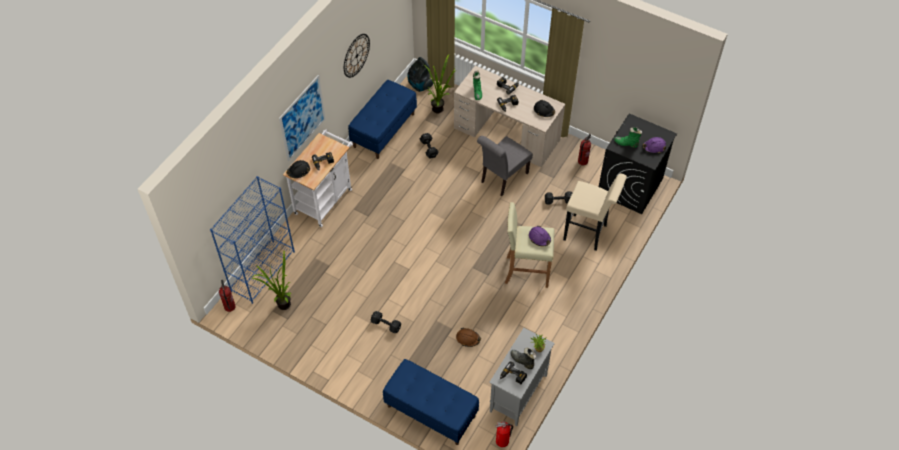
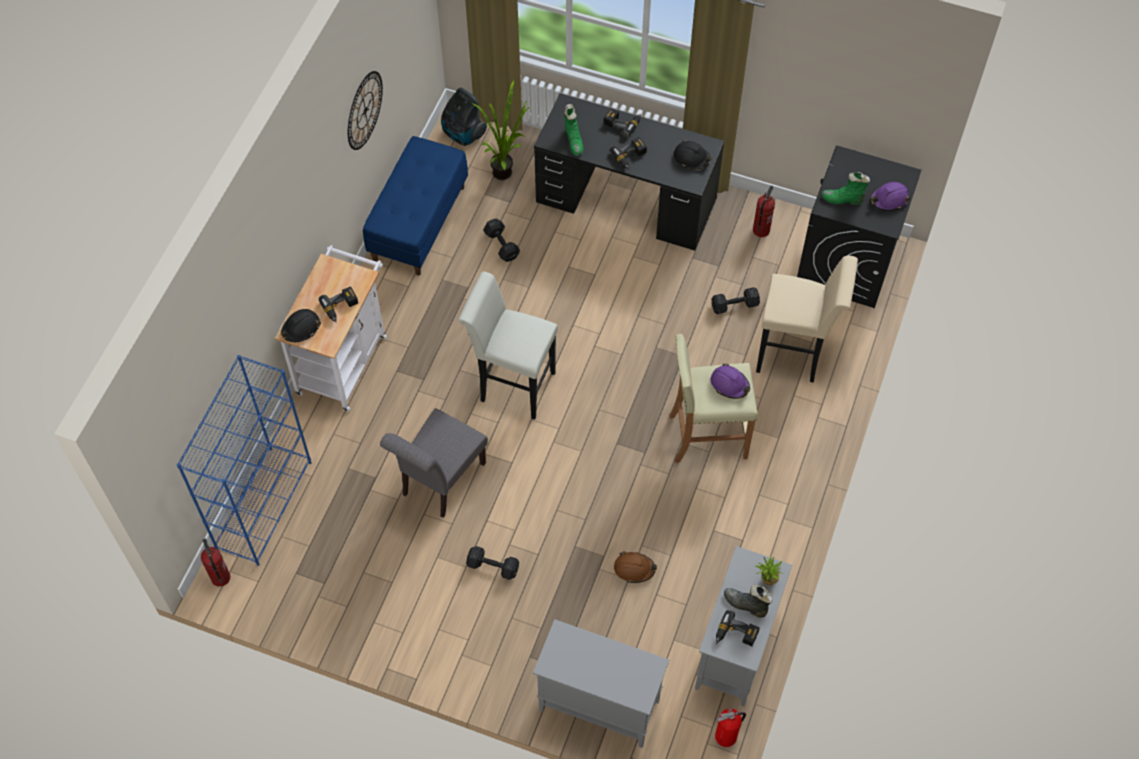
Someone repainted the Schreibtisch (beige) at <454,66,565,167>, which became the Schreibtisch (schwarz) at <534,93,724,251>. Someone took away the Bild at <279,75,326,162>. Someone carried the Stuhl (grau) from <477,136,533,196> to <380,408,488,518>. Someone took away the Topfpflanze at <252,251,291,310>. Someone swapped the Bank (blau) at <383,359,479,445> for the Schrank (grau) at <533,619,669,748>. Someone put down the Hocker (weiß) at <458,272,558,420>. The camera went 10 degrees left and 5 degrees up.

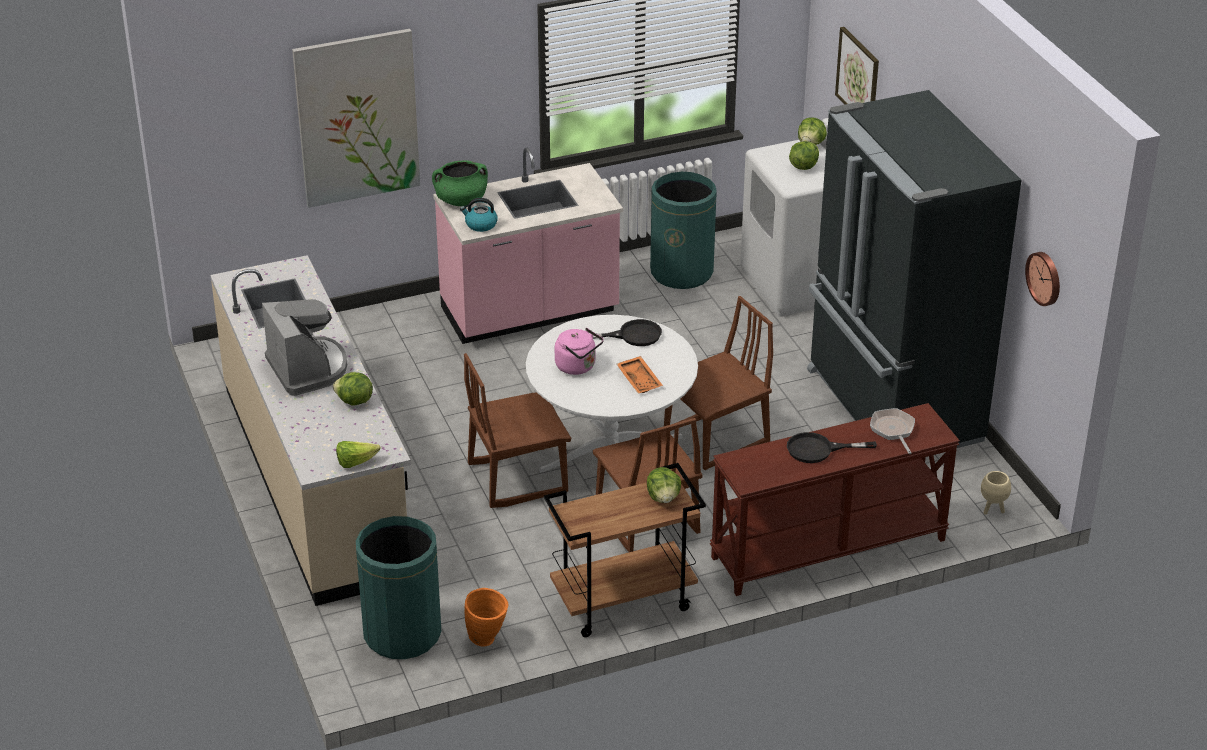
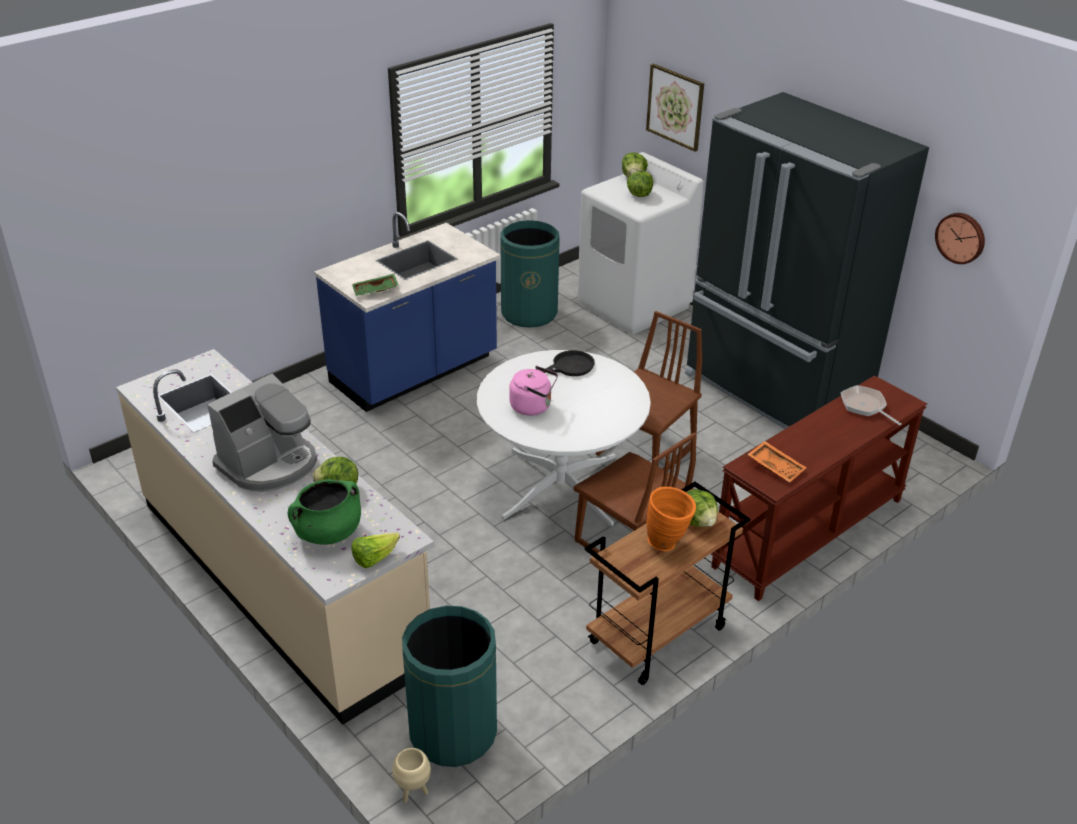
Someone took away the Bild at <292,29,420,208>. Someone repainted the Küchenzeile (rosa) at <433,148,623,344>, which became the Küchenzeile (blau) at <314,212,500,412>. Someone carried the Kochtopf (grün) from <432,160,488,206> to <288,479,361,544>. Someone swapped the Wasserkessel at <460,198,498,232> for the Tablett (grün) at <352,274,399,296>. Someone rotated the Kaffeemaschine at <262,299,347,396> by 90 degrees clockwise. Someone took away the Stuhl (braun) at <464,353,571,508>. Someone carried the Tablett (orange) from <617,356,663,394> to <747,441,807,482>. Someone took away the Pfanne (schwarz) at <787,432,877,463>. Someone carried the Pflanzkübel (beige) from <981,471,1011,515> to <392,748,431,803>. Someone carried the Vase (orange) from <465,588,508,647> to <646,487,696,551>. The camera went 20 degrees left and 0 degrees up.

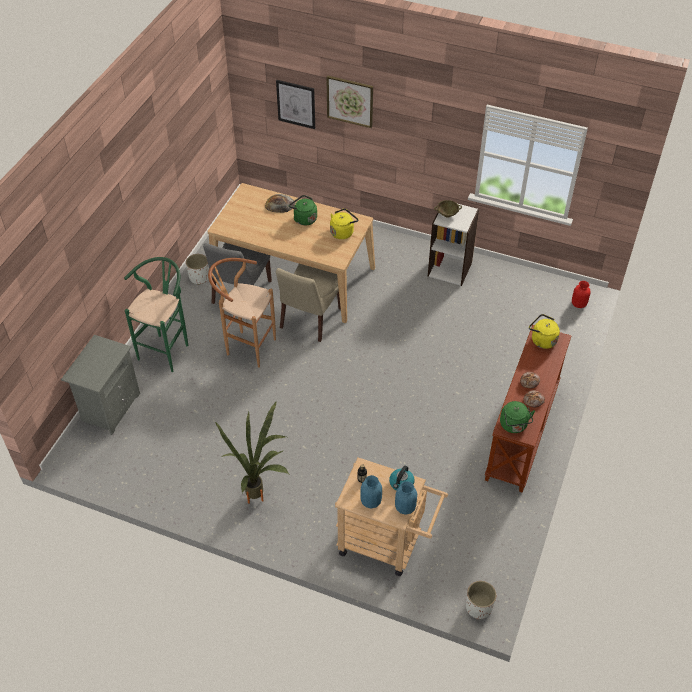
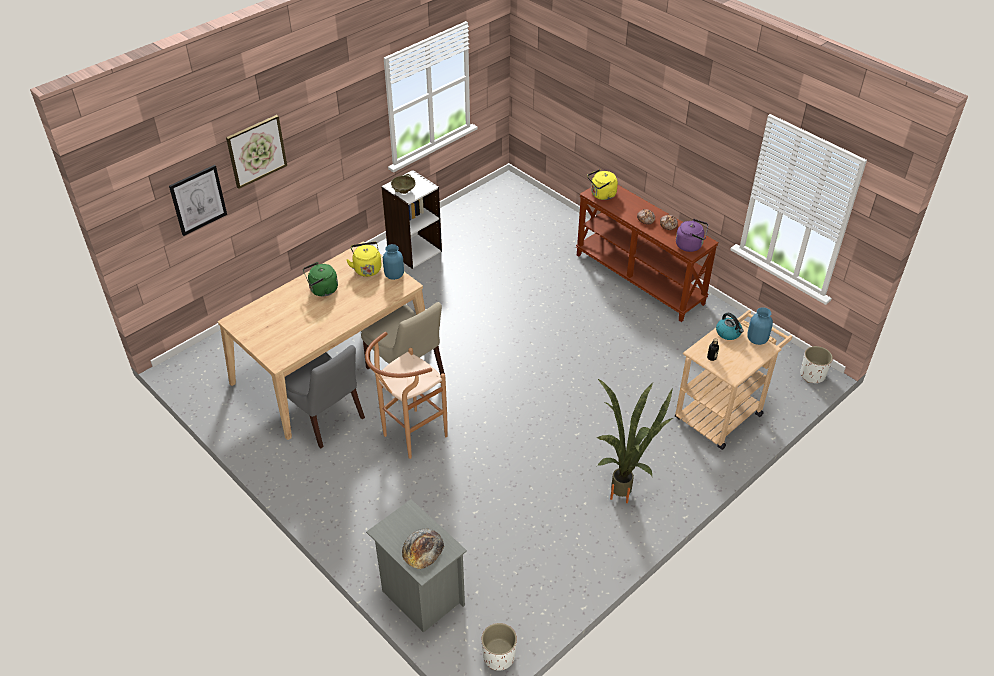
Someone carried the Brot from <265,194,295,213> to <402,528,444,569>. Someone carried the Pflanzkübel (weiß) from <186,254,209,285> to <481,623,517,670>. Someone took away the Hocker (grün) at <124,257,188,372>. Someone took away the Vase (rot) at <572,281,591,308>. Someone repainted the Wasserkessel (grün) at <500,401,535,433>, which became the Wasserkessel (lila) at <676,219,708,252>. Someone carried the Vase (blau) from <360,475,382,508> to <383,244,404,280>. The camera went 65 degrees left and 5 degrees down.

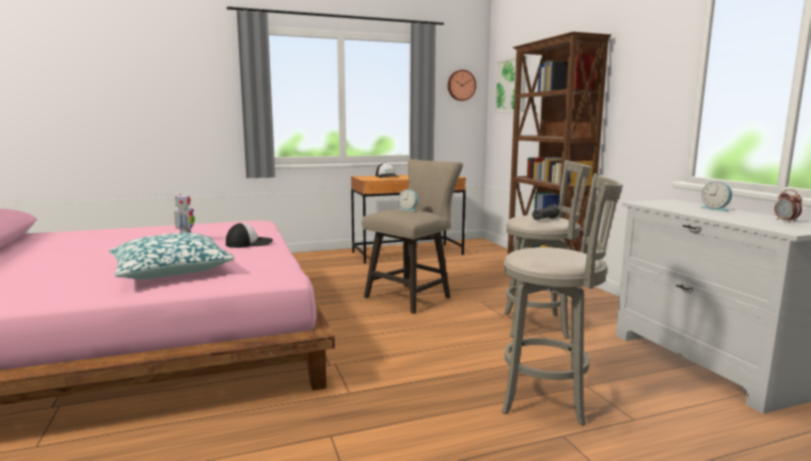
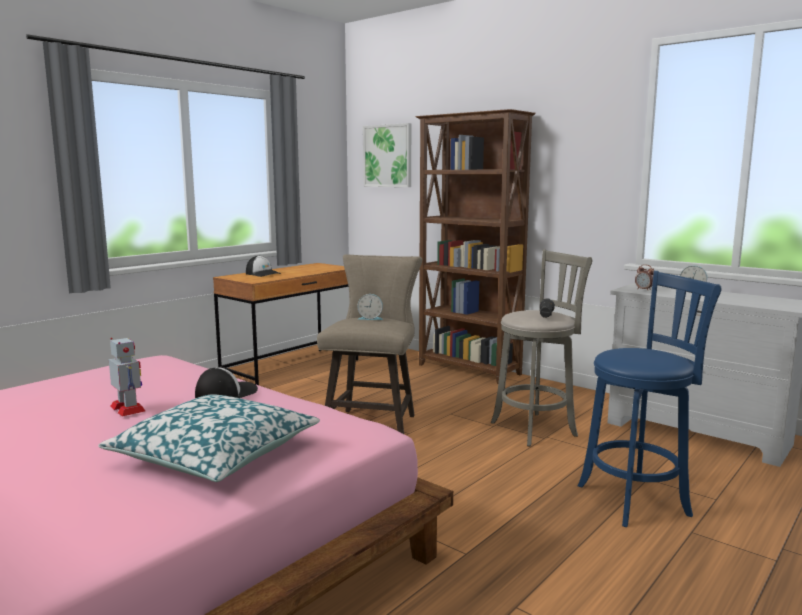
Someone took away the Wanduhr at <448,70,476,101>. Someone repainted the Hocker (grau) at <502,173,623,425>, which became the Hocker (blau) at <578,271,721,527>. Someone carried the Wecker from <774,189,802,223> to <635,264,654,291>. The camera went 30 degrees left and 0 degrees up.

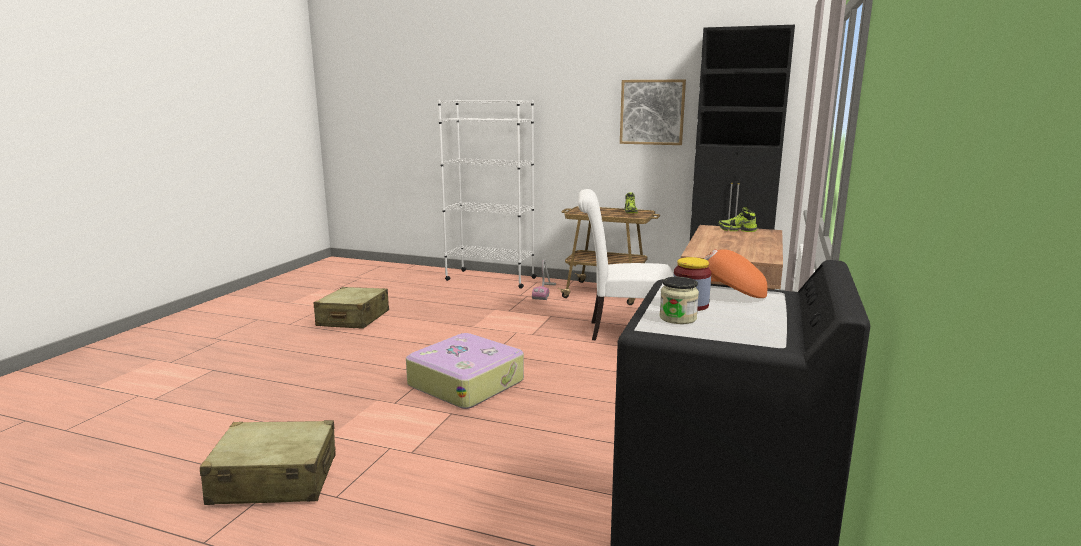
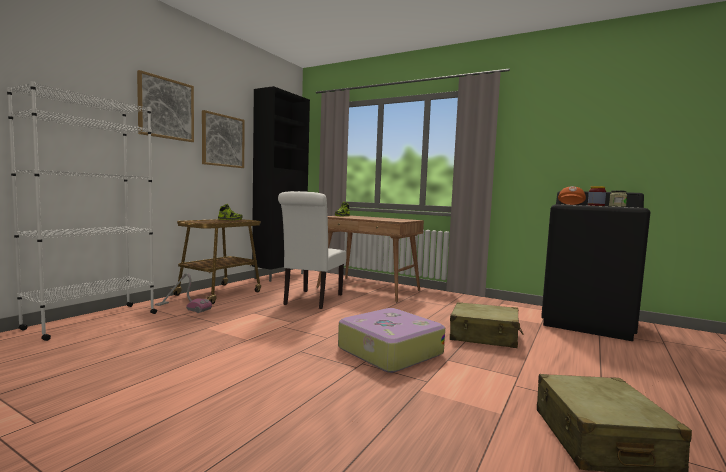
Someone carried the Koffer (beige) from <313,287,389,328> to <450,302,524,348>. Someone put up the Bild at <137,70,194,142>. The camera went 80 degrees left and 10 degrees down.

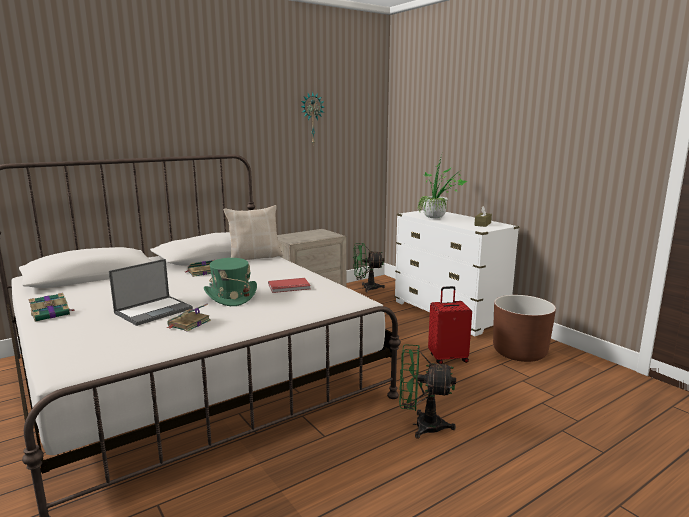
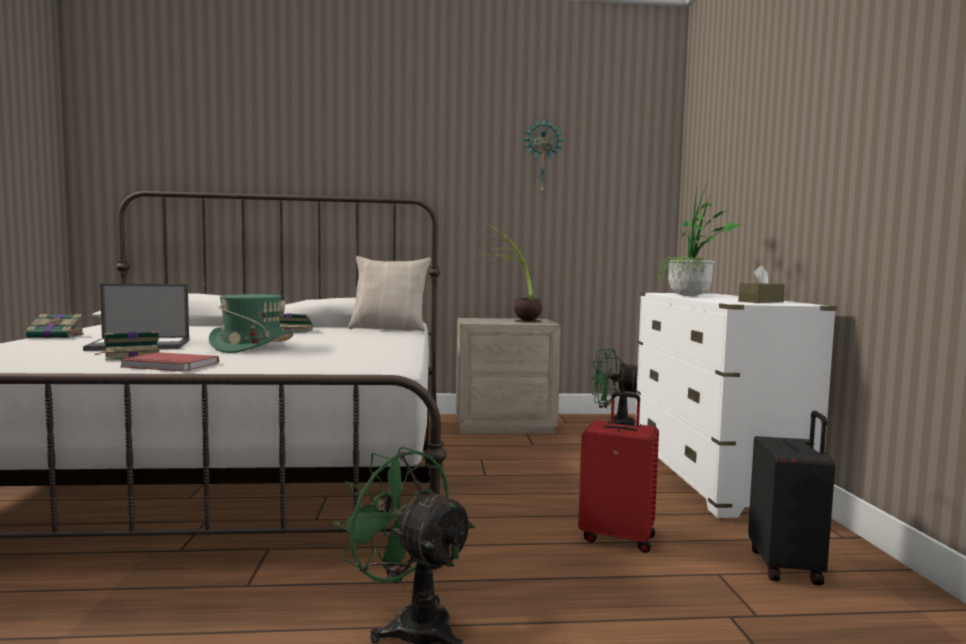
Someone carried the Buch (rot) from <268,278,311,293> to <120,352,219,372>. Someone swapped the Pflanzkübel (braun) at <493,295,556,362> for the Koffer (schwarz) at <748,411,835,586>. Someone put down the Topfpflanze at <477,223,542,323>. The camera went 30 degrees right and 10 degrees down.

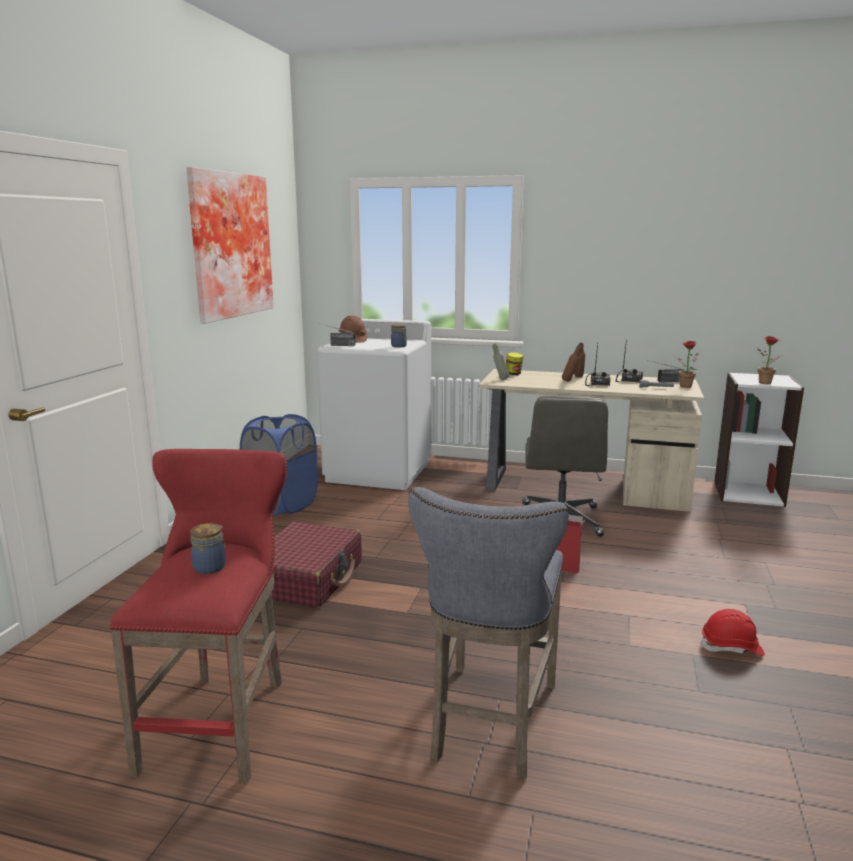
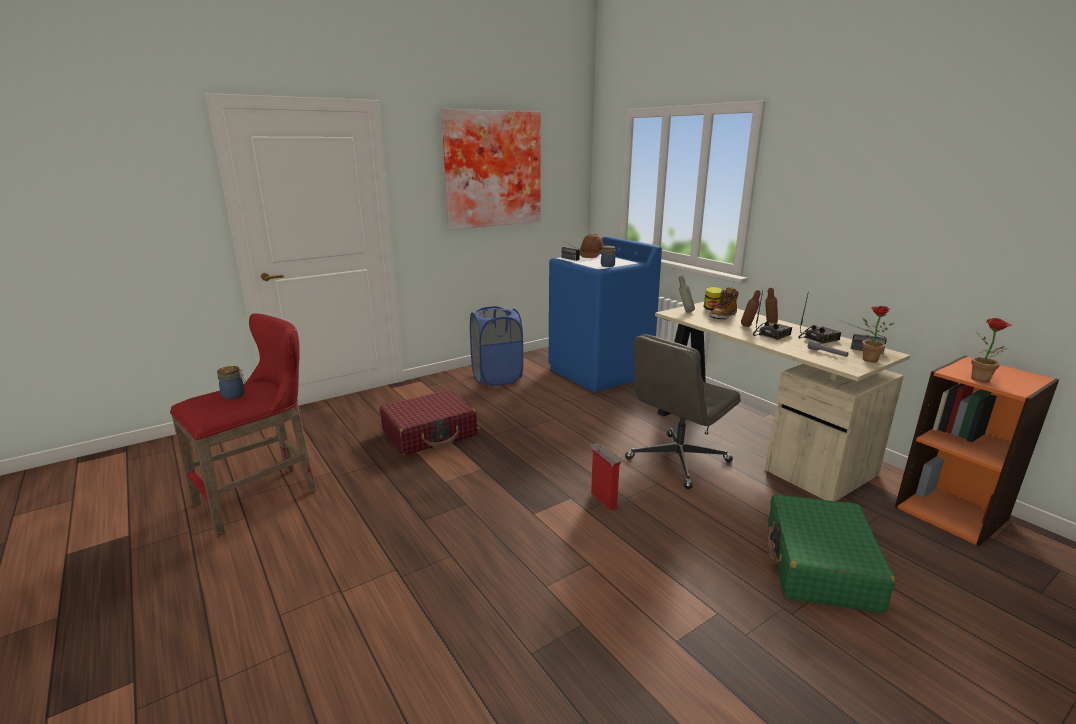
Someone repainted the Waschmaschine (weiß) at <317,319,431,490>, which became the Waschmaschine (blau) at <549,236,662,392>. Someone repainted the Bücherregal (weiß) at <714,372,804,507>, which became the Bücherregal (orange) at <895,356,1059,546>. Someone took away the Hocker (grau) at <408,487,569,779>. Someone took away the Schutzhelm (rot) at <701,609,765,656>. Someone put down the Stiefel at <709,287,739,319>. Someone put down the Koffer (grün) at <768,494,895,613>. The camera went 40 degrees right and 5 degrees up.

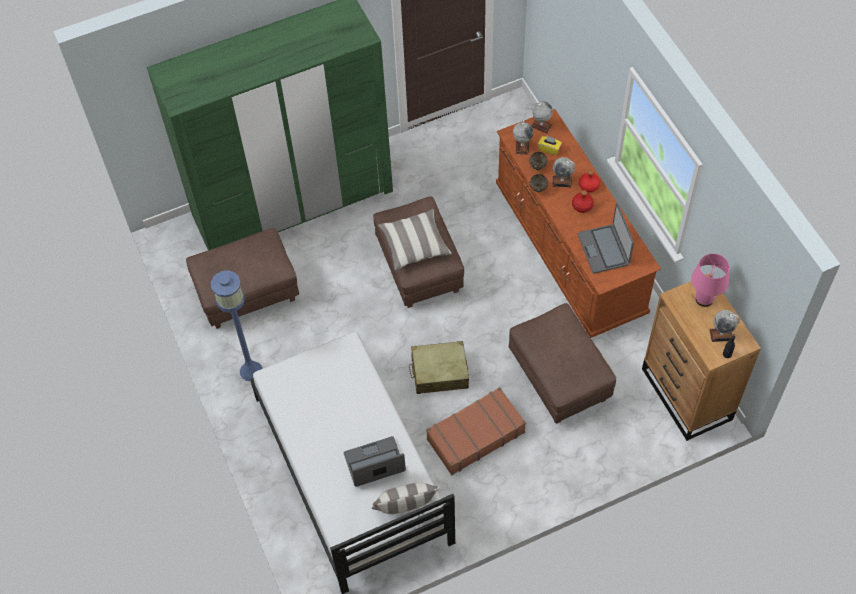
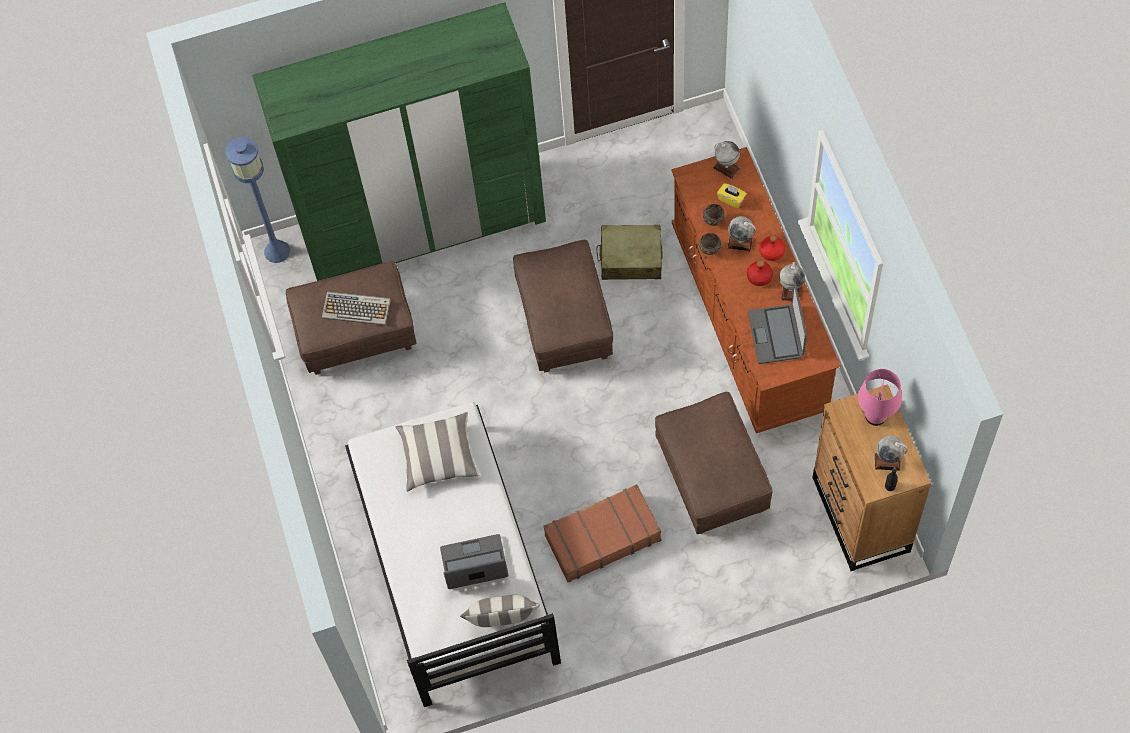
Someone carried the Globus from <513,120,533,154> to <779,262,805,301>. Someone carried the Kissen from <378,209,452,271> to <395,412,480,491>. Someone carried the Stehlampe (blau) from <211,270,263,381> to <225,137,290,263>. Someone carried the Koffer (beige) from <409,341,469,394> to <596,225,663,280>. Someone put down the Tastatur at <322,292,391,326>. The camera went 10 degrees right and 5 degrees up.

